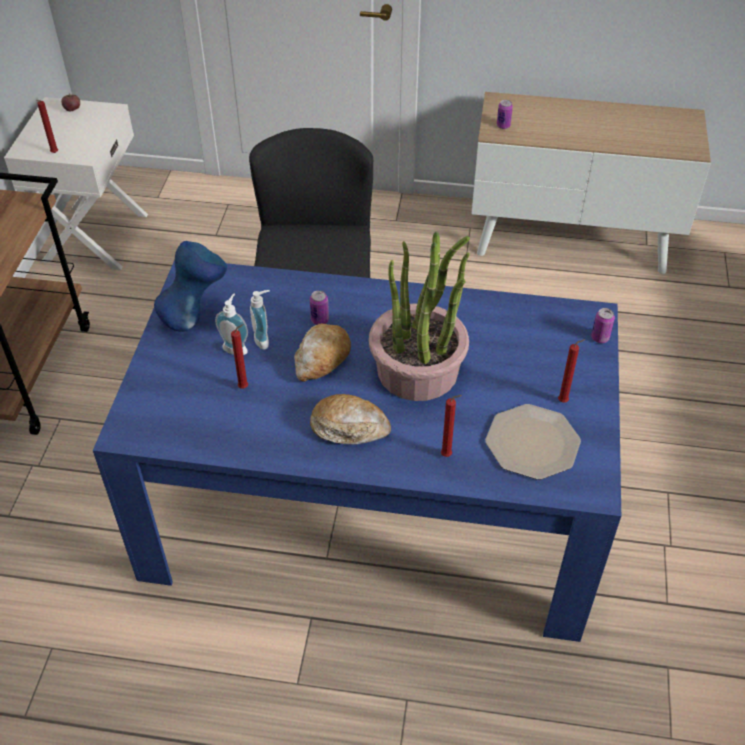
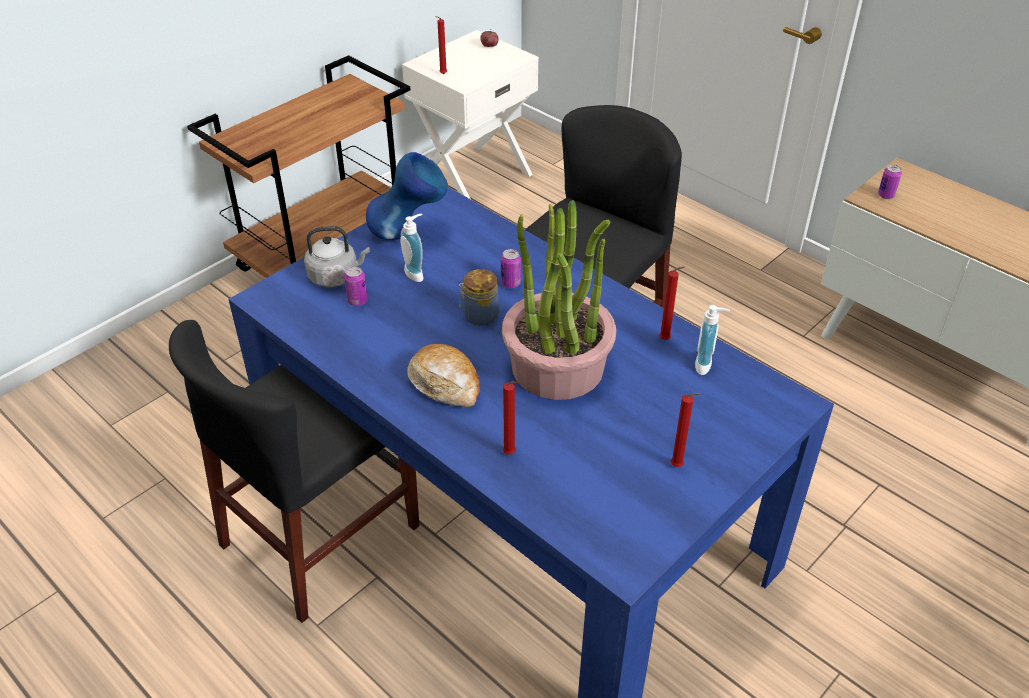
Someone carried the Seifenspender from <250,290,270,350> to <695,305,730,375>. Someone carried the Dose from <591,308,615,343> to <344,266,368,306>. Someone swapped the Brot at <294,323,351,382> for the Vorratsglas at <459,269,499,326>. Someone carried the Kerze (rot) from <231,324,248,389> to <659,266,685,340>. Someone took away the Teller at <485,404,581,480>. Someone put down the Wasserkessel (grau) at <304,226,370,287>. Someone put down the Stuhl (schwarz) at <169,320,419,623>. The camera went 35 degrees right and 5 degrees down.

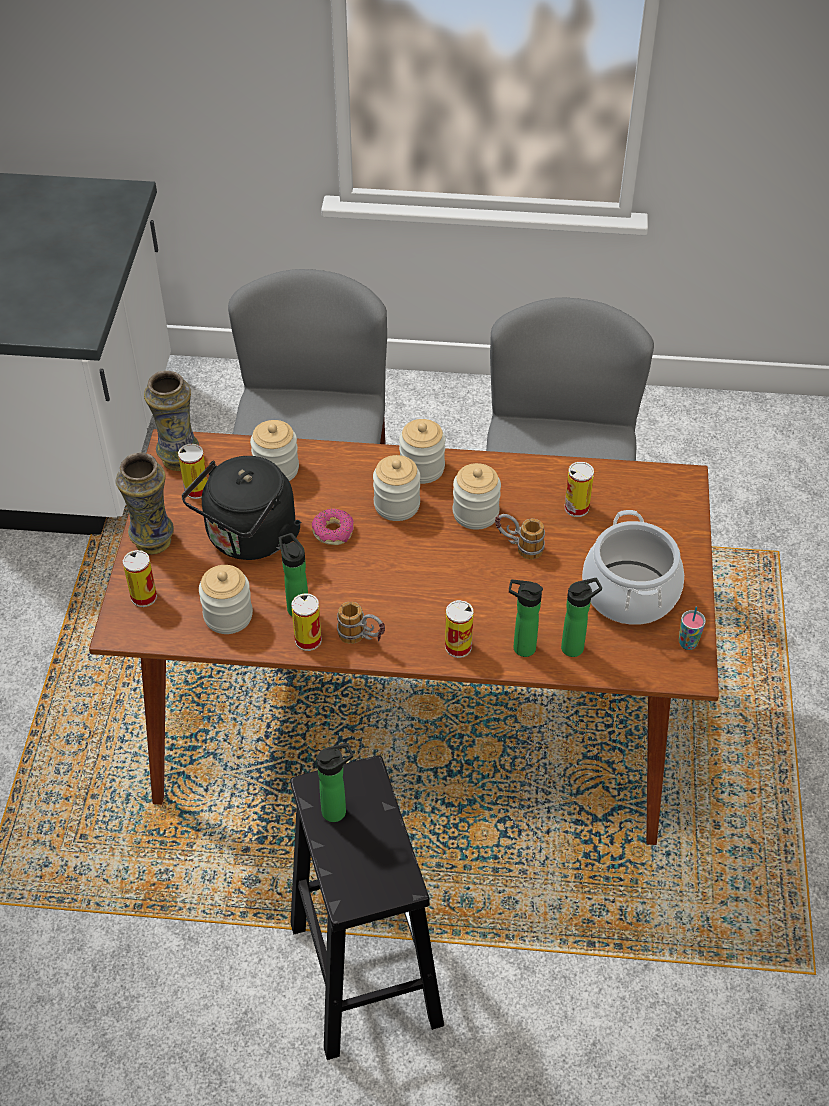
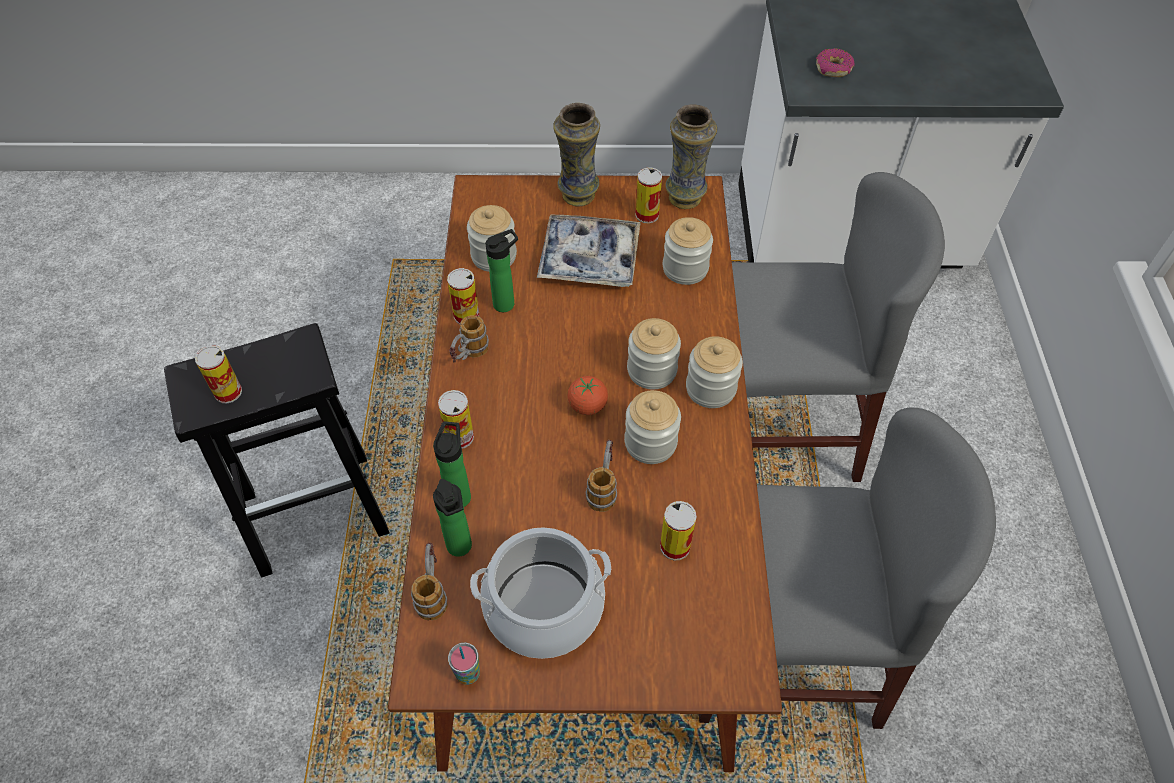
Someone swapped the Wasserkessel (schwarz) at <182,456,301,560> for the Tablett at <537,214,641,287>. Someone carried the Donut from <312,509,354,545> to <816,48,855,77>. Someone carried the Dose from <123,550,157,607> to <195,345,242,403>. Someone took away the Flasche at <316,743,353,822>. Someone put down the Tomate at <568,376,608,415>. Someone put down the Henkelbecher at <411,543,448,620>. The camera went 85 degrees right and 5 degrees up.

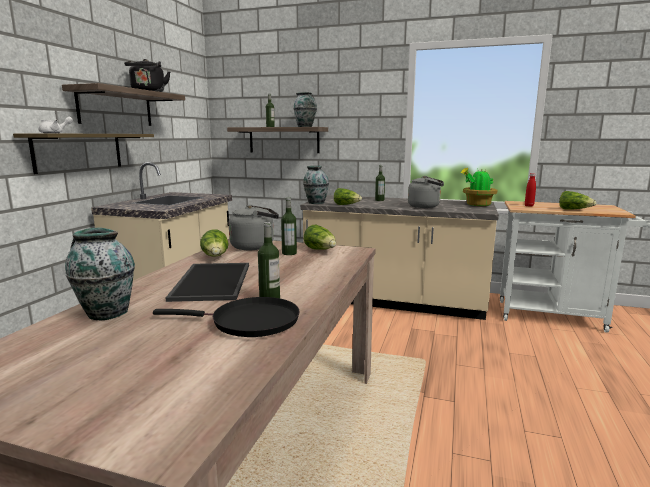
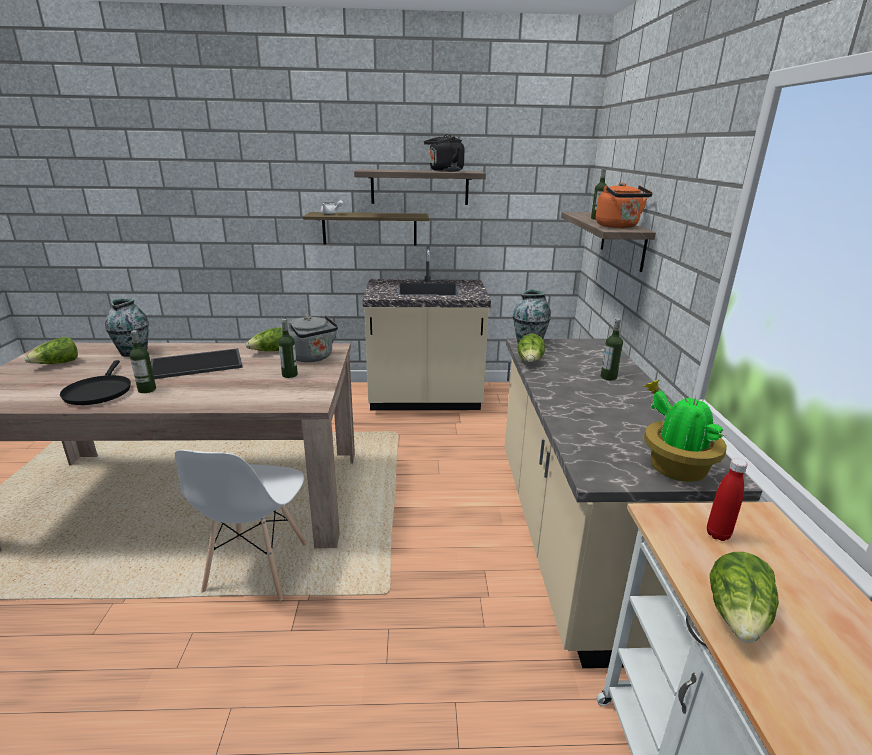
Someone swapped the Vase at <293,92,317,127> for the Wasserkessel (orange) at <596,182,653,228>. Someone took away the Wasserkessel (grau) at <408,176,444,208>. Someone carried the Salatkopf from <304,225,336,250> to <25,337,78,364>. Someone put down the Stuhl (weiß) at <175,450,307,601>. The camera went 70 degrees right and 10 degrees up.

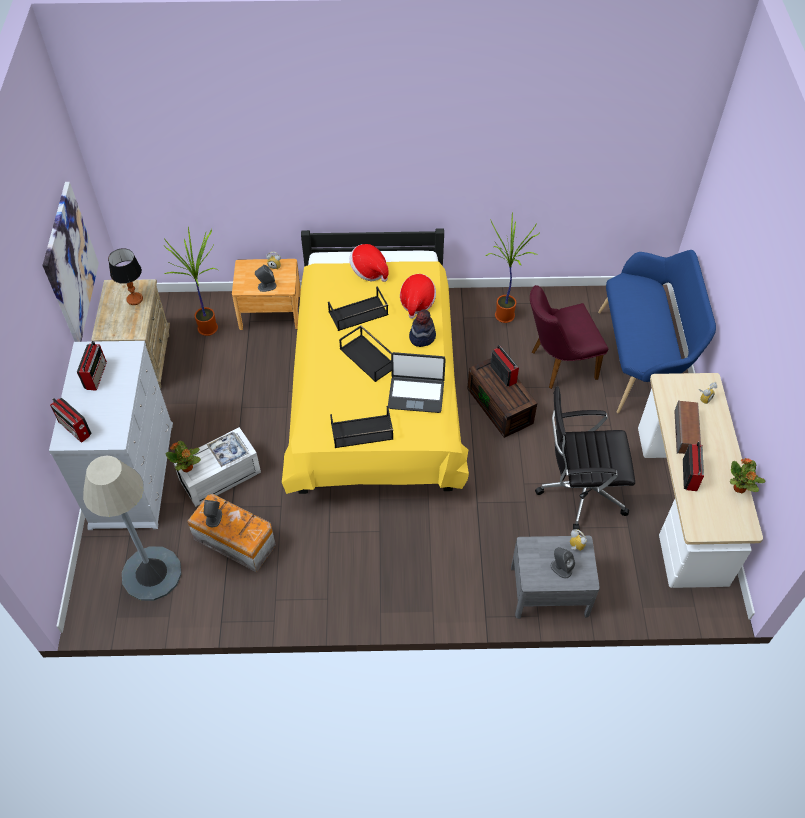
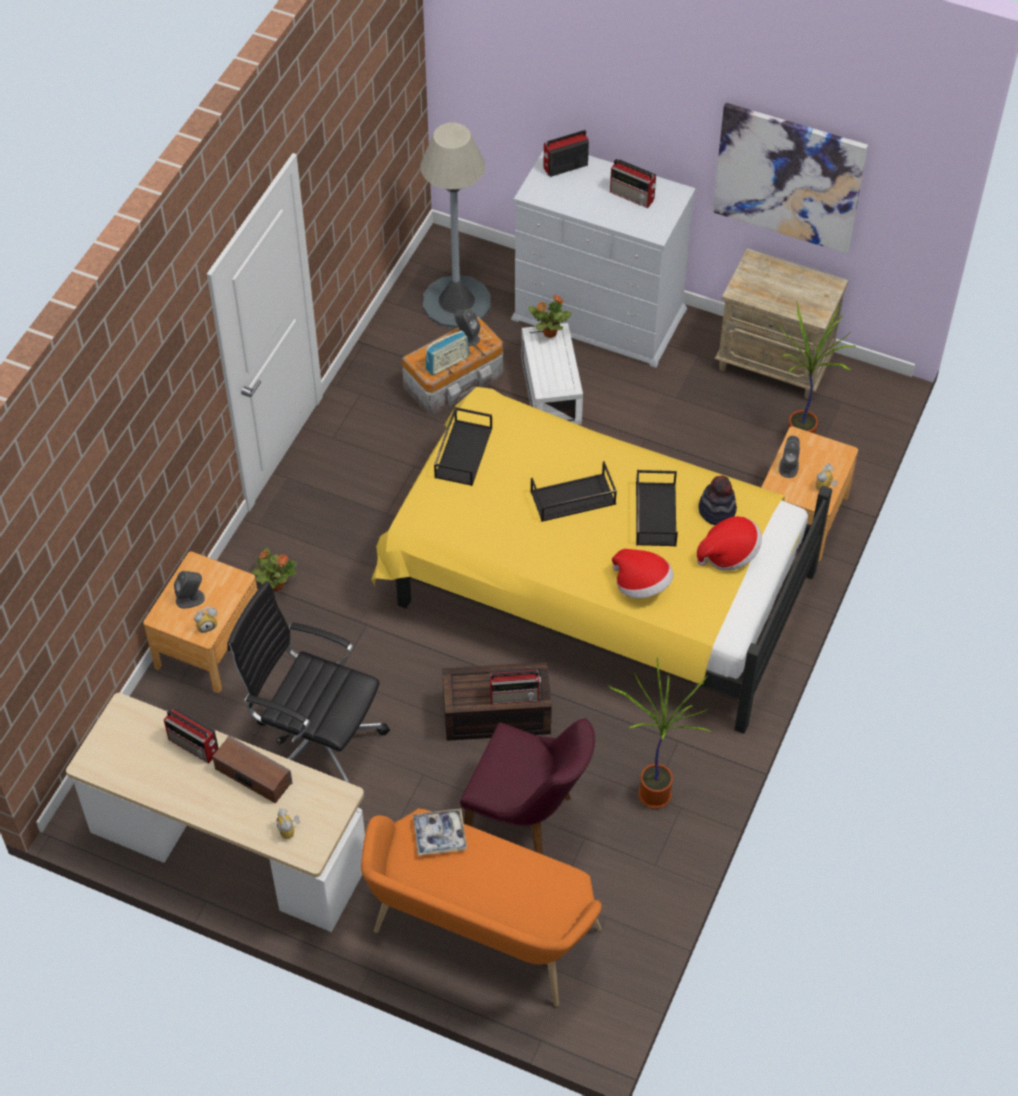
Someone took away the Tischlampe at <108,248,143,305>. Someone repainted the Bank (blau) at <598,250,716,413>, which became the Bank (orange) at <361,808,602,1007>. Someone rotated the Stuhl (lila) at <530,285,608,389> by 105 degrees clockwise. Someone carried the Hut from <409,309,436,347> to <699,475,737,525>. Someone took away the Laptop at <388,352,446,413>. Someone rotated the Bürostuhl (schwarz) at <535,386,635,530> by 90 degrees counterclockwise. Someone carried the Tablett from <207,432,249,467> to <413,808,467,856>. Someone carried the Topfpflanze from <730,458,765,493> to <252,548,297,591>. Someone repainted the Nachttisch (grau) at <511,536,600,619>, which became the Nachttisch (braun) at <143,551,257,693>. Someone put down the Radio at <425,330,470,375>. The camera went 115 degrees right and 0 degrees up.

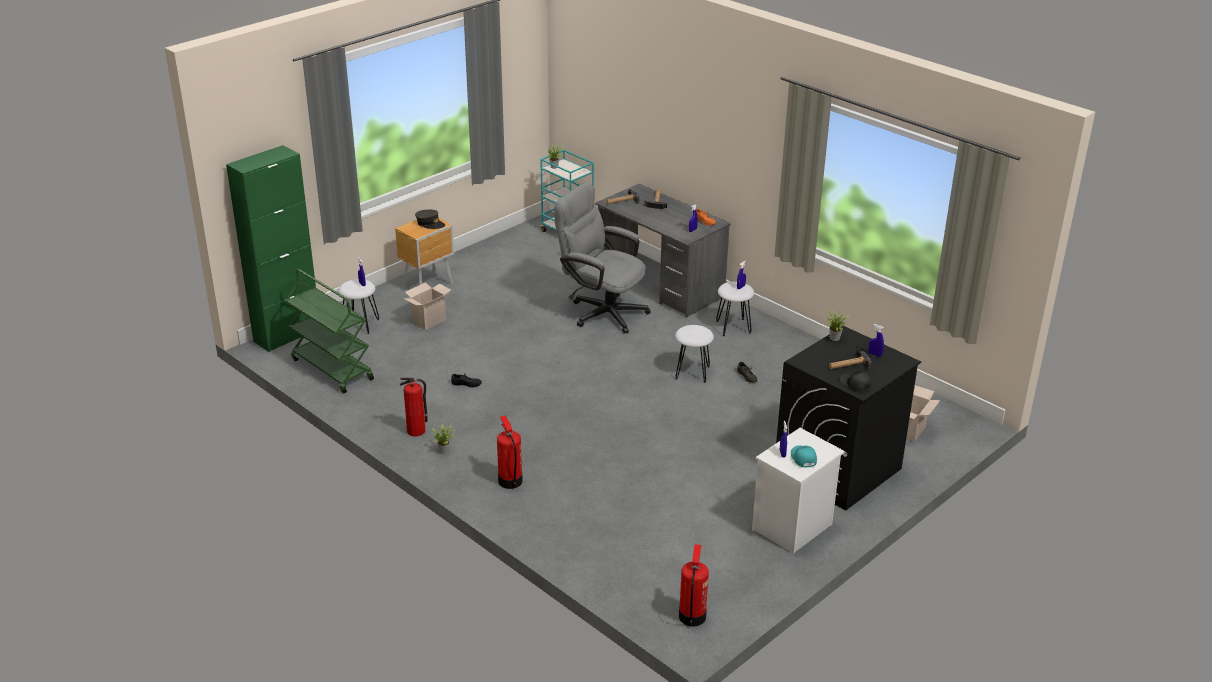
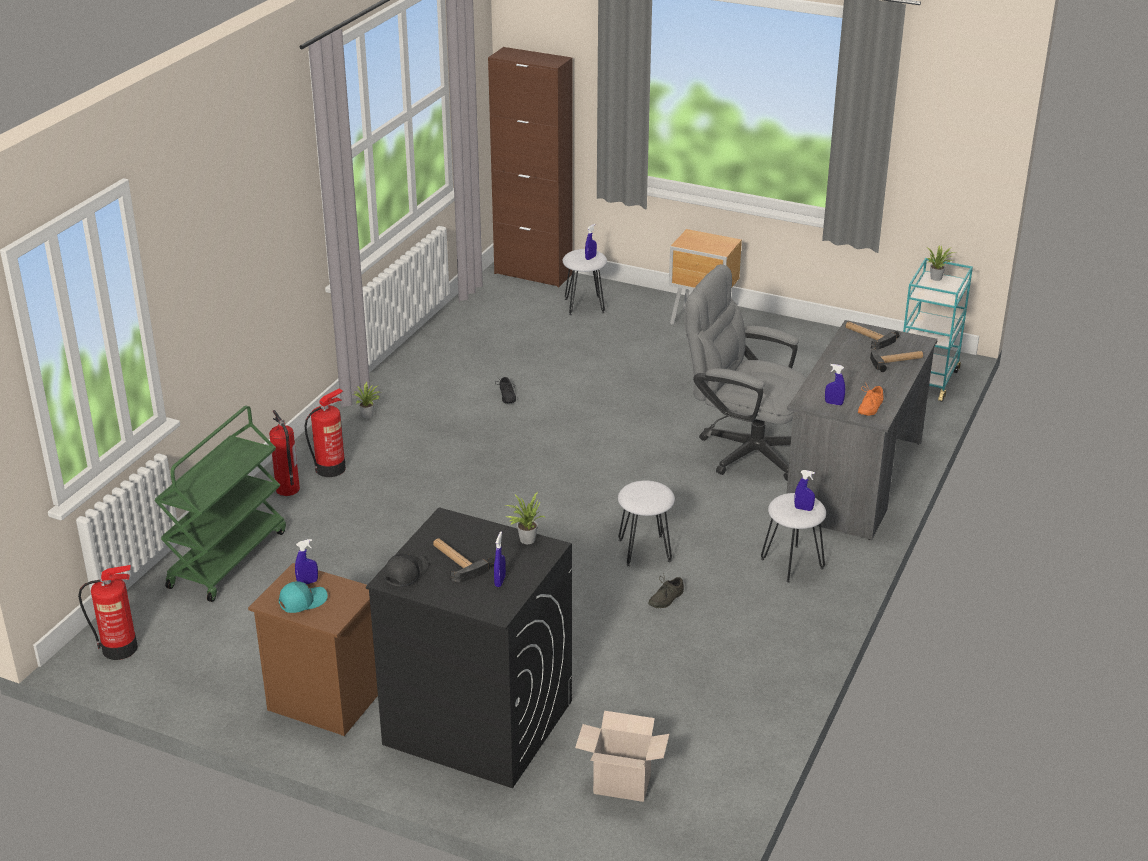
Someone repainted the Schrank (grün) at <226,145,316,352>, which became the Schrank (braun) at <488,47,573,287>. Someone rotated the Bürostuhl (grau) at <554,182,651,333> by 75 degrees counterclockwise. Someone took away the Kappe (grau) at <415,210,445,229>. Someone carried the Rollwagen (grün) from <285,269,374,394> to <154,406,286,602>. Someone took away the Karton at <403,282,451,330>. Someone carried the Feuerlöscher from <400,378,428,437> to <269,410,300,496>. Someone repainted the Nachttisch (weiß) at <752,428,845,554>, which became the Nachttisch (braun) at <248,563,378,736>. The camera went 70 degrees right and 0 degrees up.

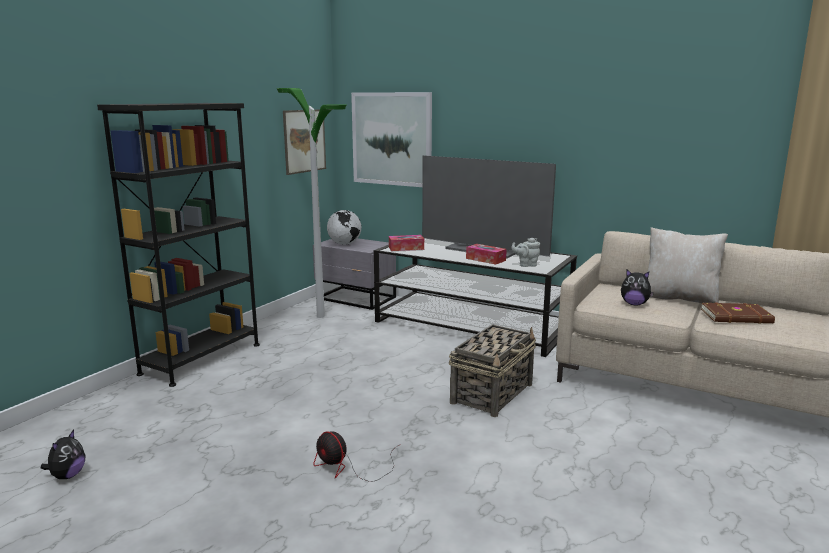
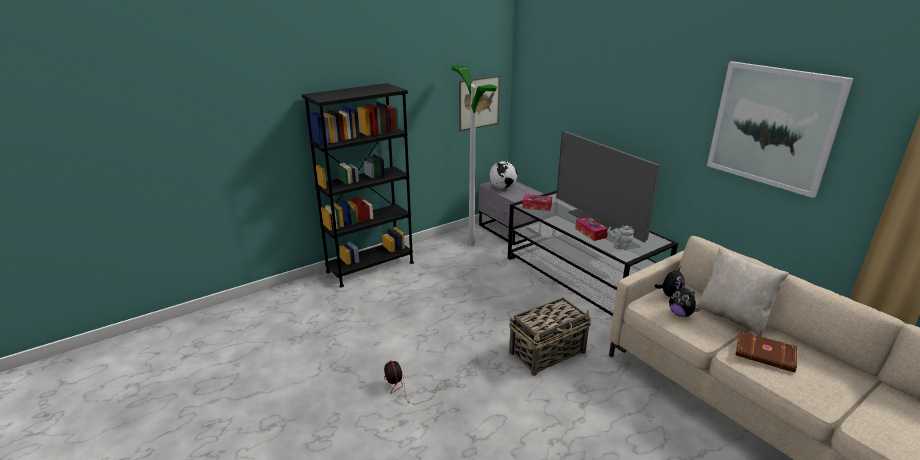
Someone carried the Bild from <351,92,432,187> to <707,61,854,198>. Someone carried the Plüschtier from <41,430,85,479> to <655,267,685,297>. The camera went 25 degrees right and 10 degrees up.

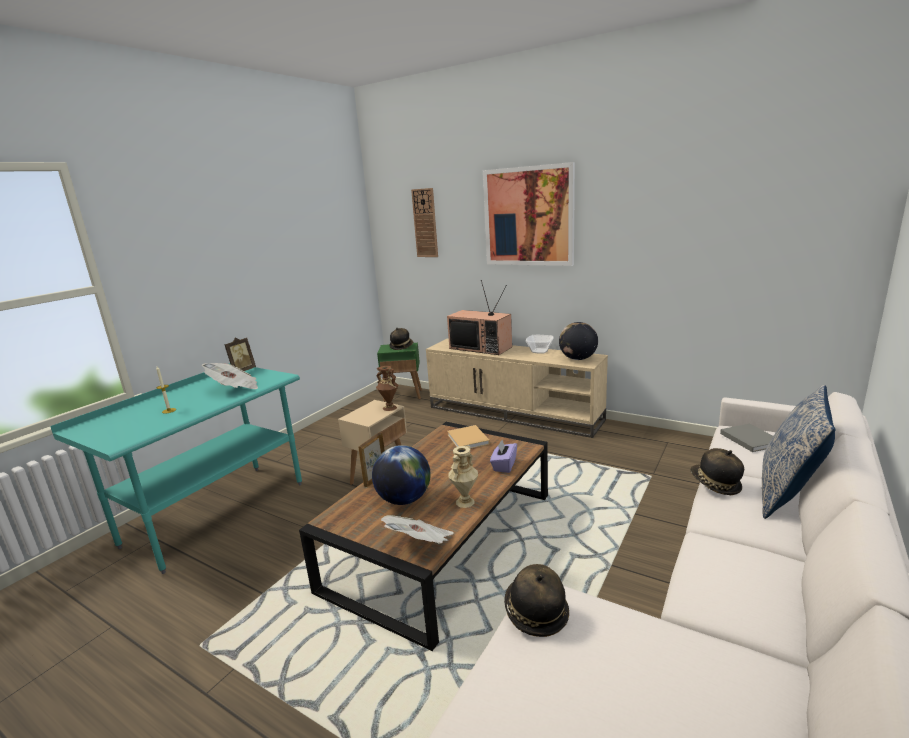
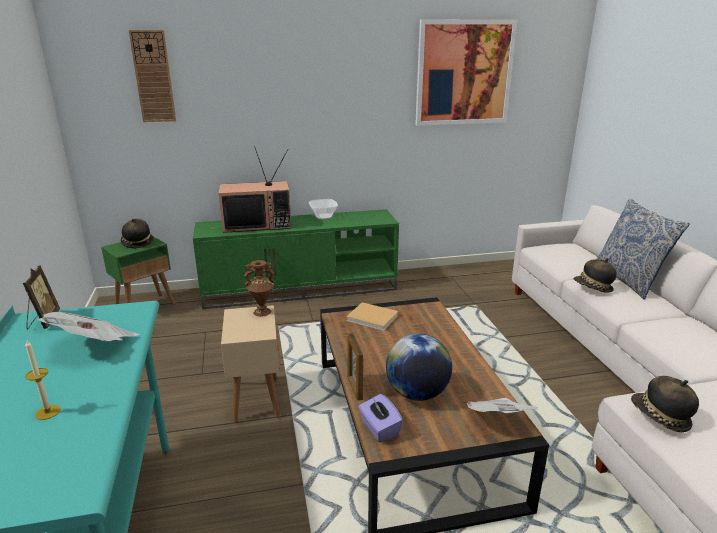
Someone carried the Bild from <483,162,575,266> to <415,19,517,126>. Someone took away the Globus at <559,322,598,360>. Someone repainted the Fernsehschrank (beige) at <426,339,608,438>, which became the Fernsehschrank (grün) at <193,209,399,309>. Someone took away the Buch (grau) at <720,424,773,452>. Someone carried the Taschentuchbox (lila) from <490,440,517,473> to <358,394,403,442>. Someone took away the Vase (beige) at <448,446,478,508>. The camera went 45 degrees left and 5 degrees up.

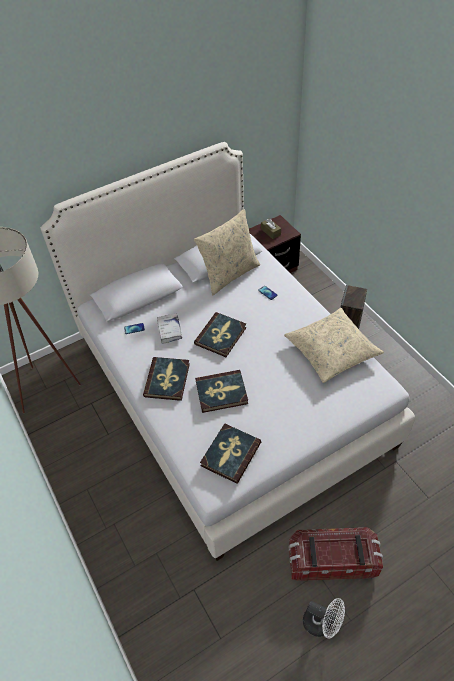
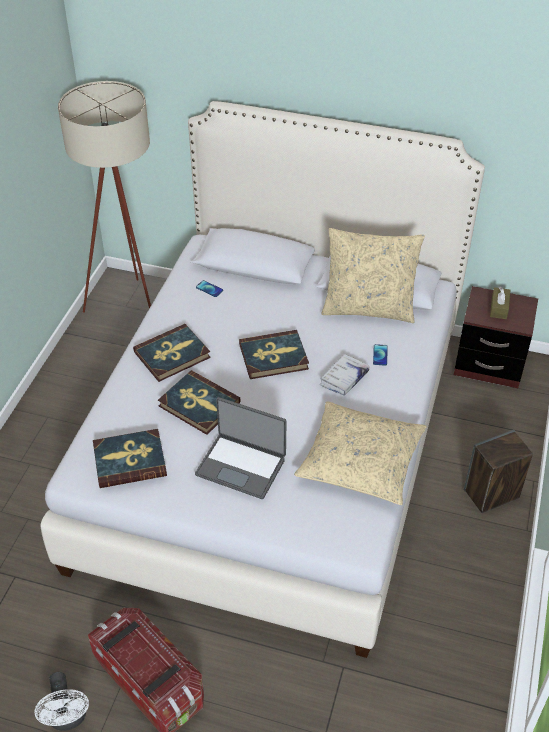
Someone carried the Buch (weiß) from <157,314,182,344> to <320,354,370,395>. Someone put down the Laptop at <195,397,286,499>. The camera went 45 degrees right and 5 degrees down.

